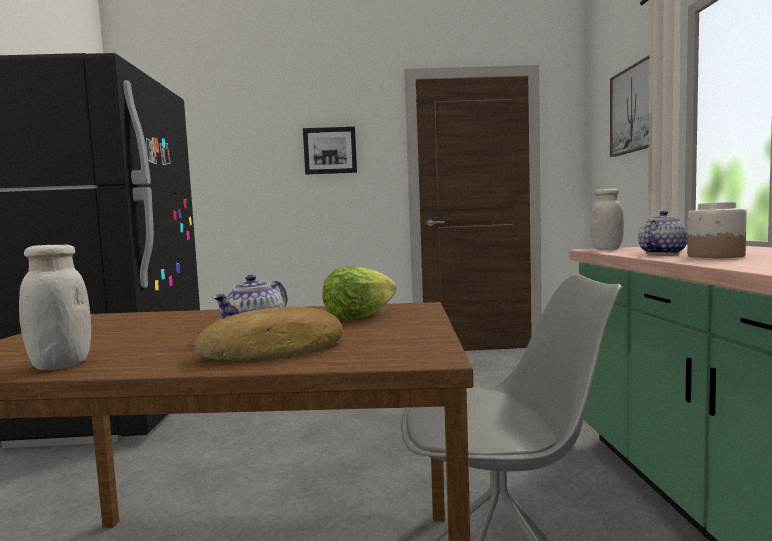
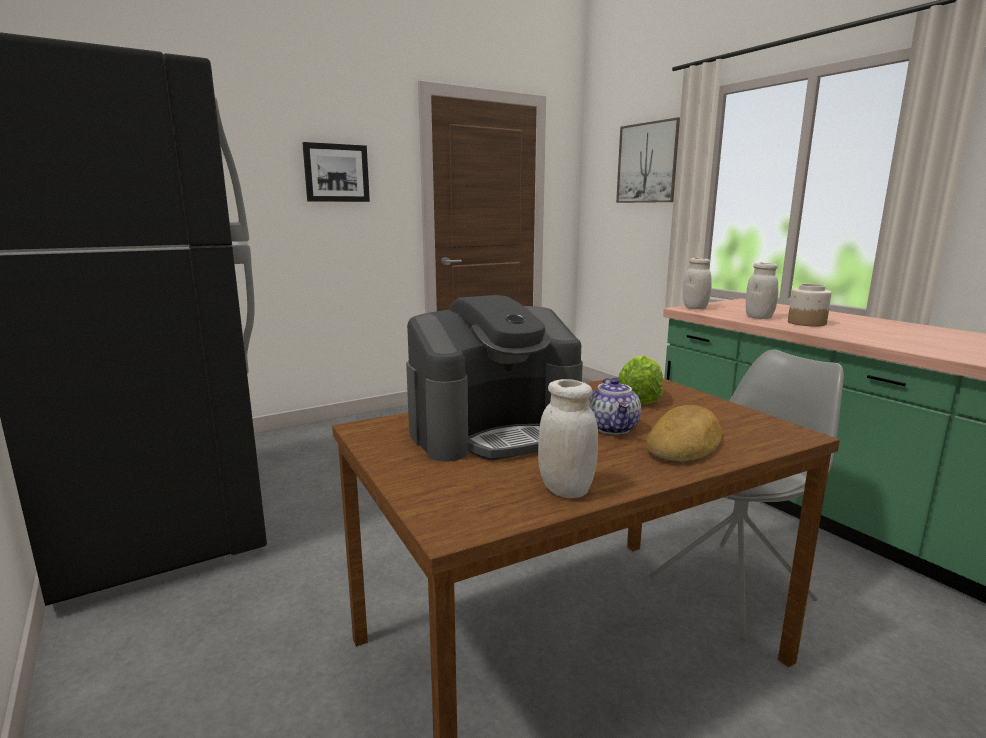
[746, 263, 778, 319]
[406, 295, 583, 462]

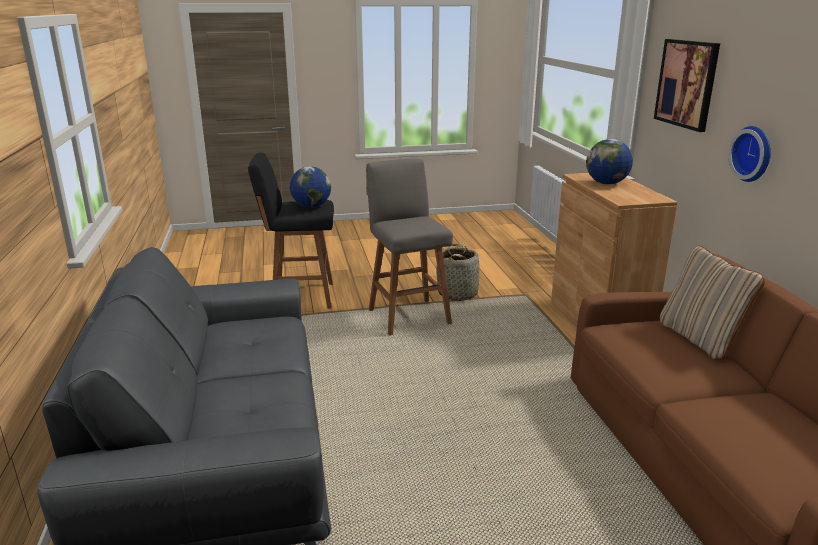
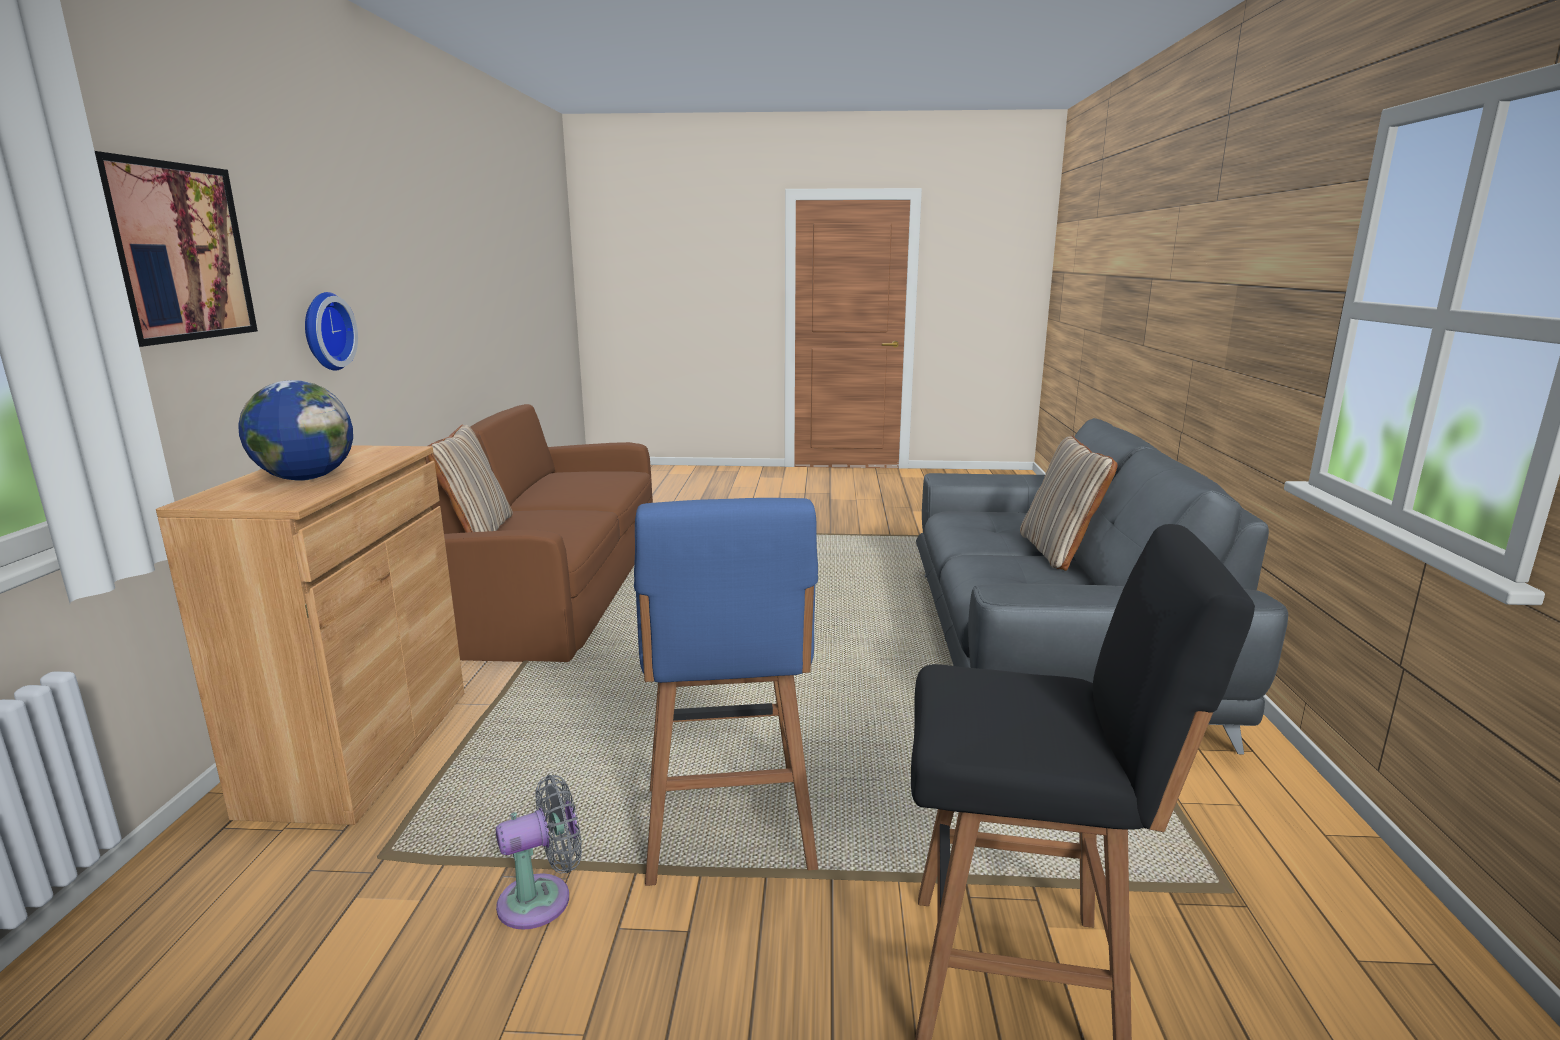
[290, 166, 331, 208] (first image)
[634, 498, 818, 886]
[496, 775, 582, 930]
[1020, 436, 1118, 571]

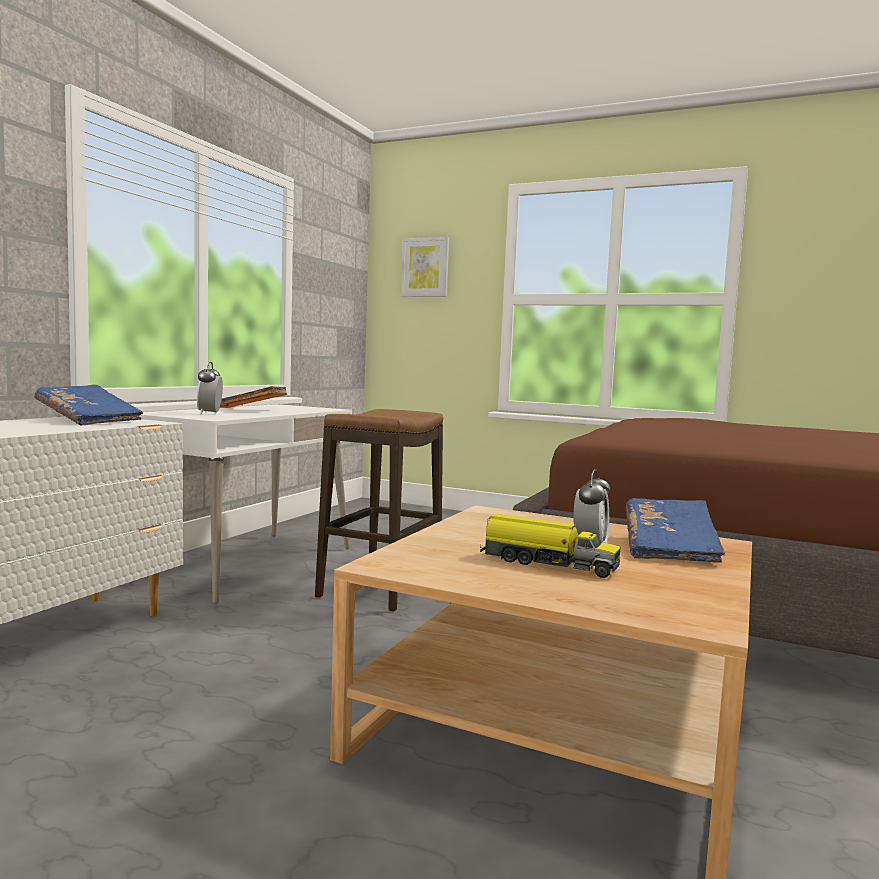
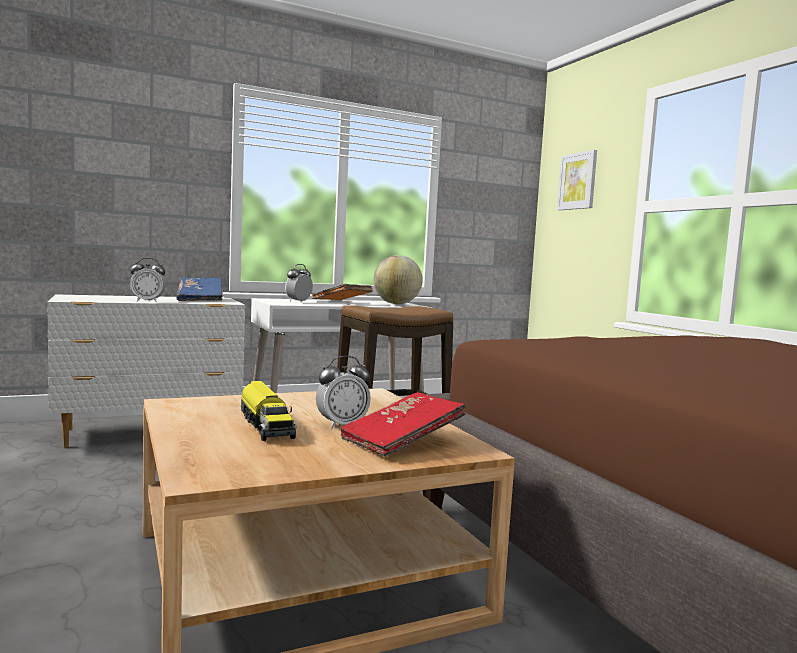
[341, 392, 466, 457]
[130, 258, 166, 302]
[373, 255, 423, 304]

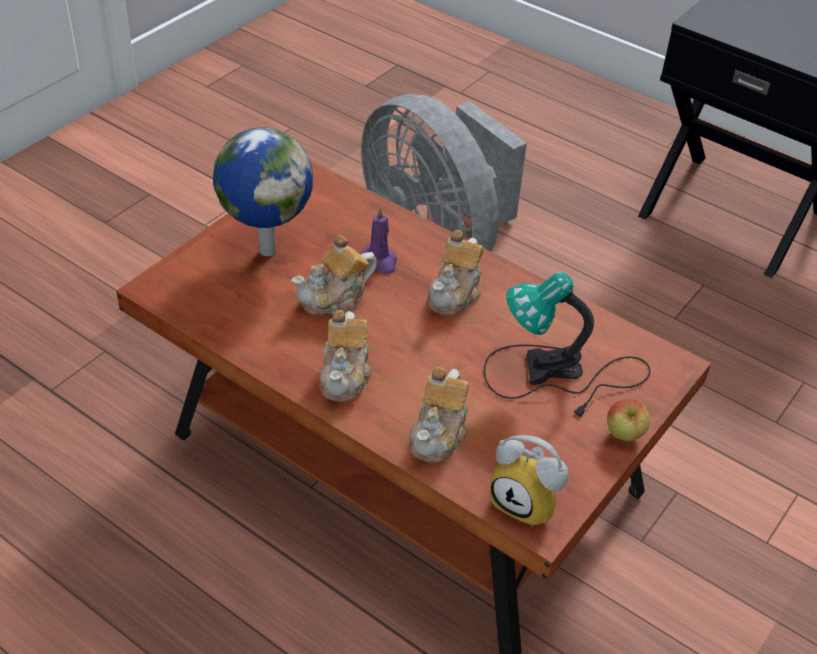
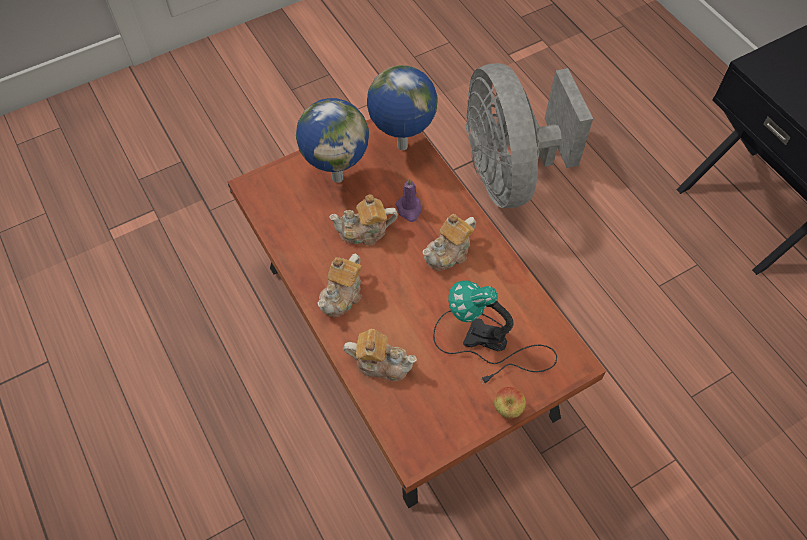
[343, 329, 417, 381]
[490, 435, 568, 527] (first image)
[367, 65, 438, 150]

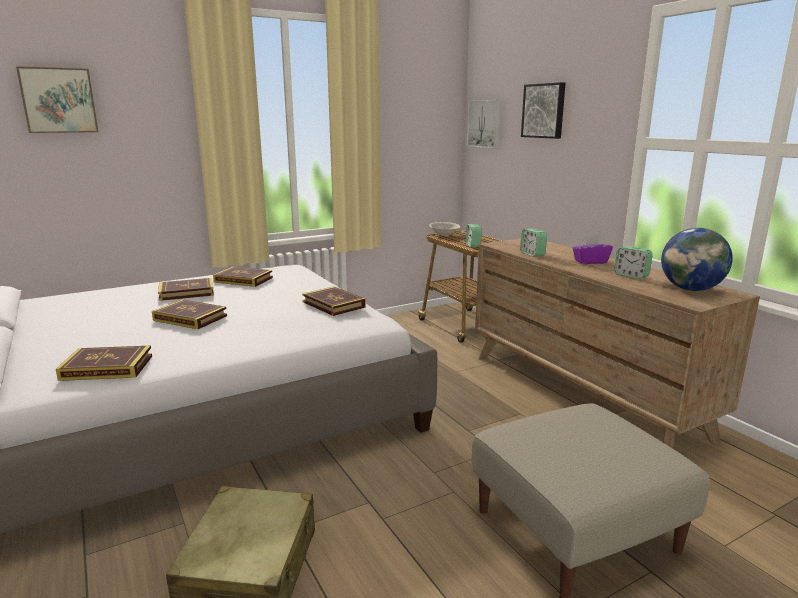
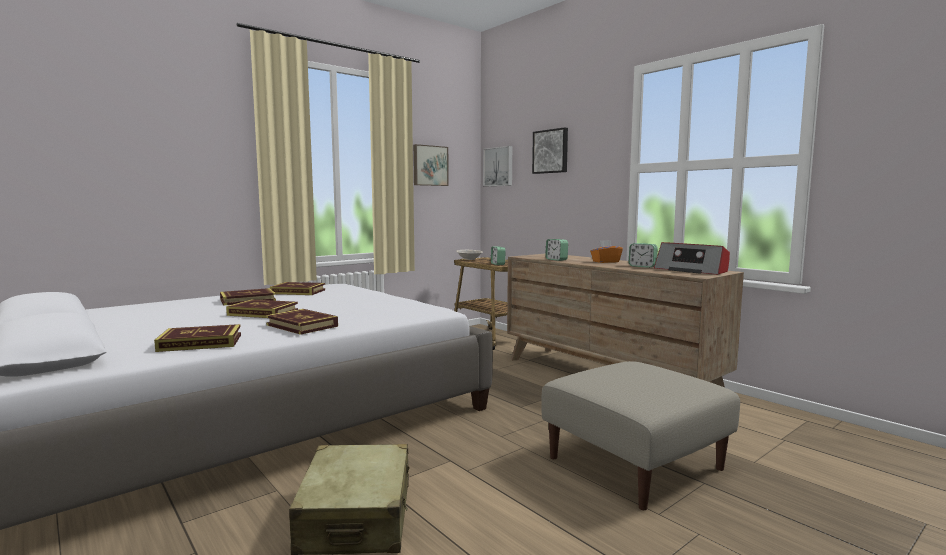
[413, 144, 449, 186]
[266, 309, 338, 335]
[590, 240, 623, 263]
[654, 242, 730, 275]

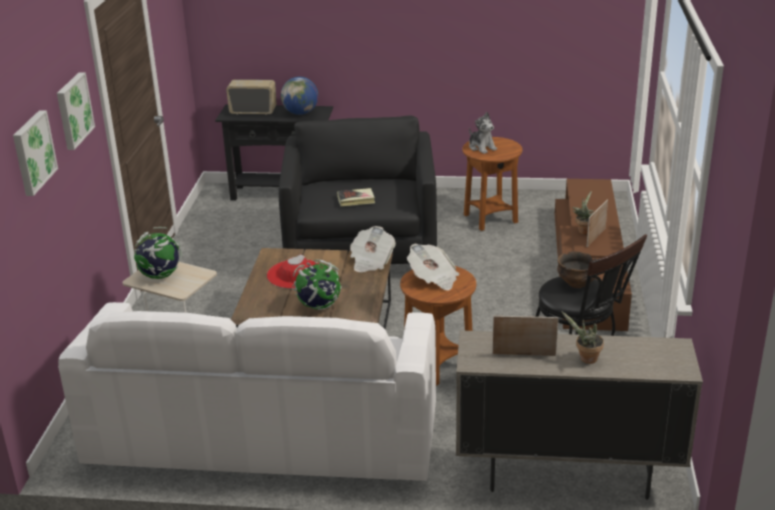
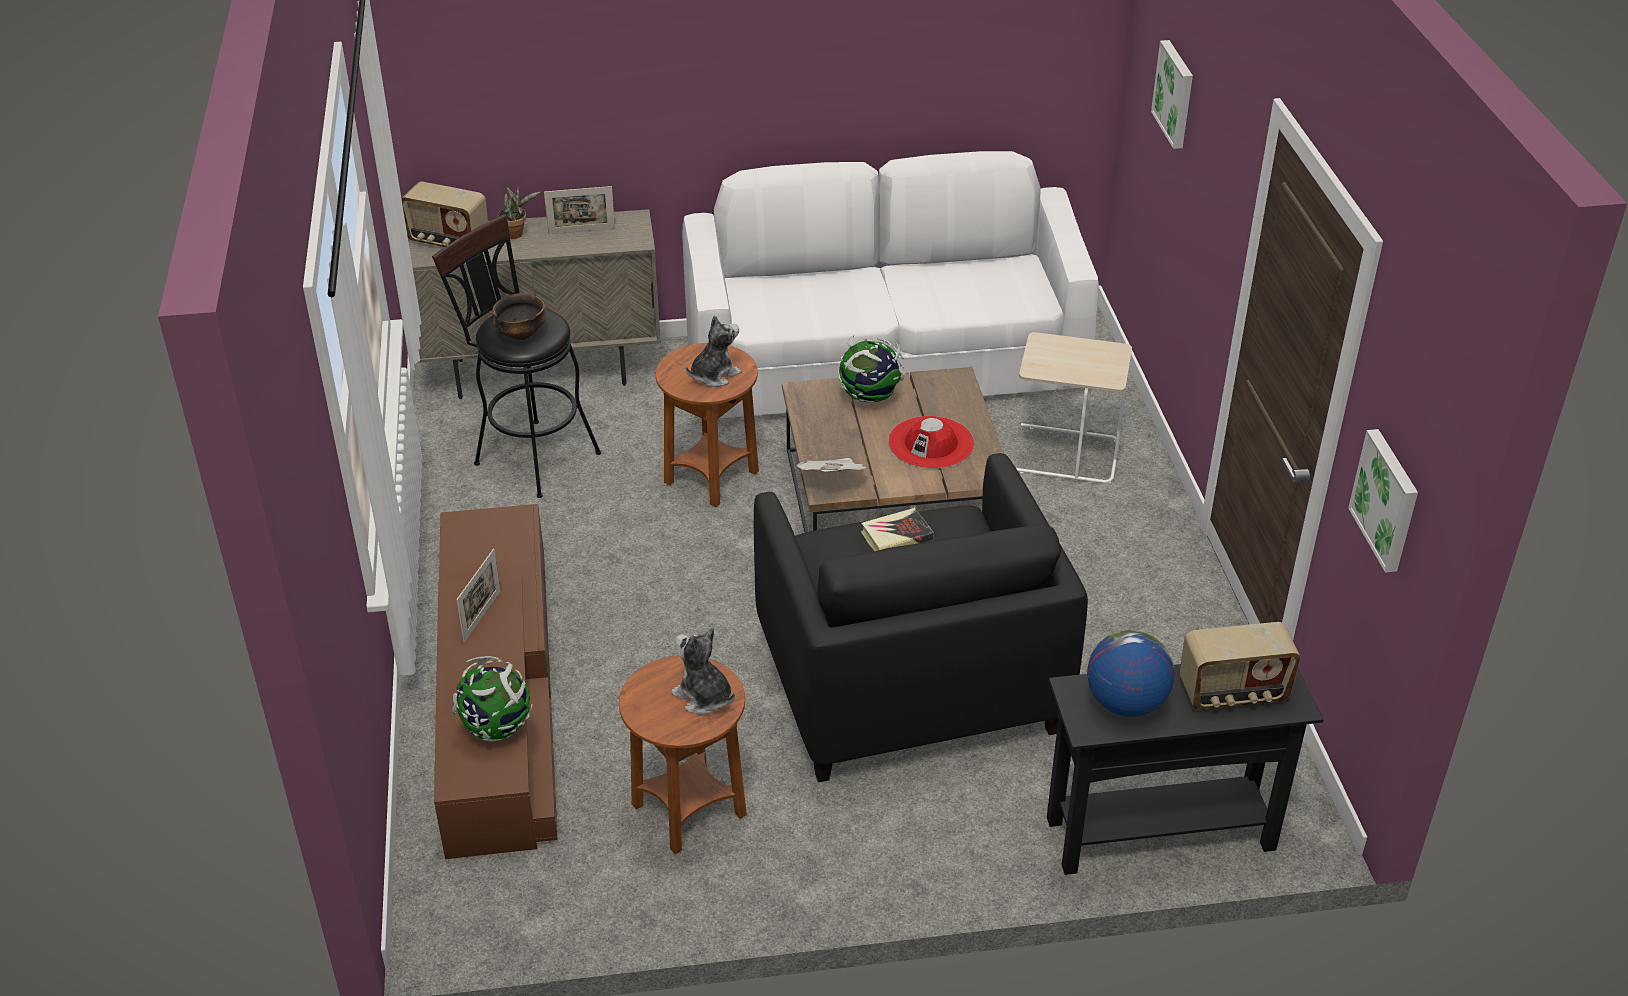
[1348, 429, 1418, 573]
[452, 656, 533, 741]
[686, 316, 741, 387]
[572, 191, 594, 235] (first image)
[401, 181, 488, 247]

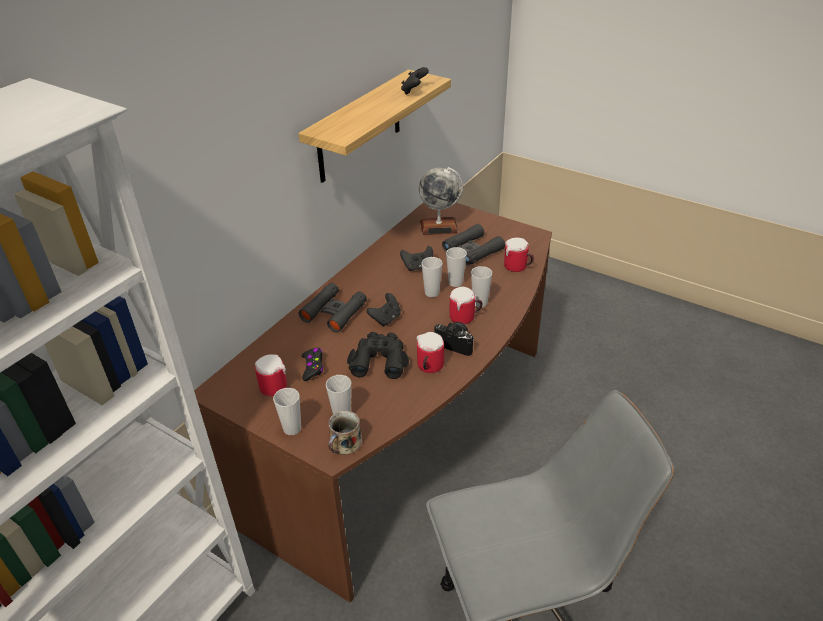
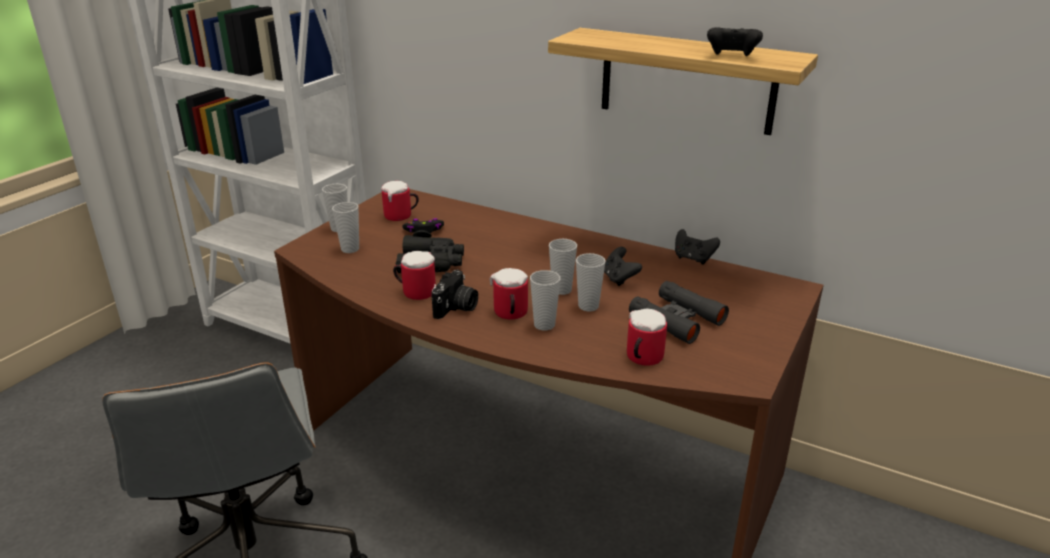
[299, 283, 367, 333] (first image)
[328, 411, 362, 455] (first image)
[675, 229, 720, 265]
[419, 167, 463, 235] (first image)

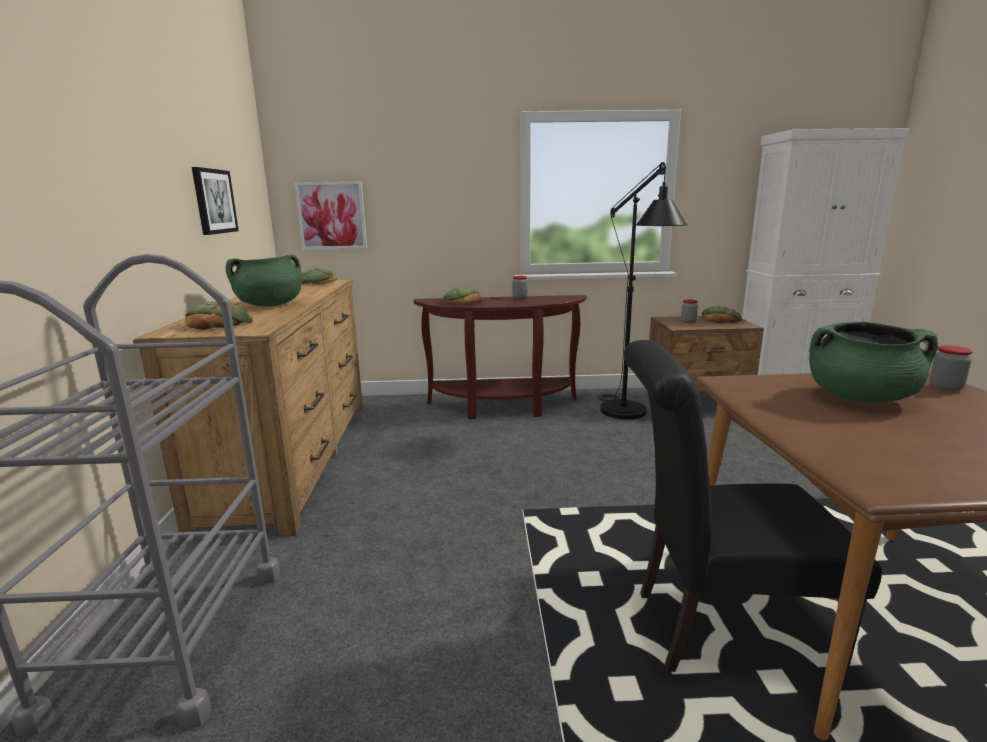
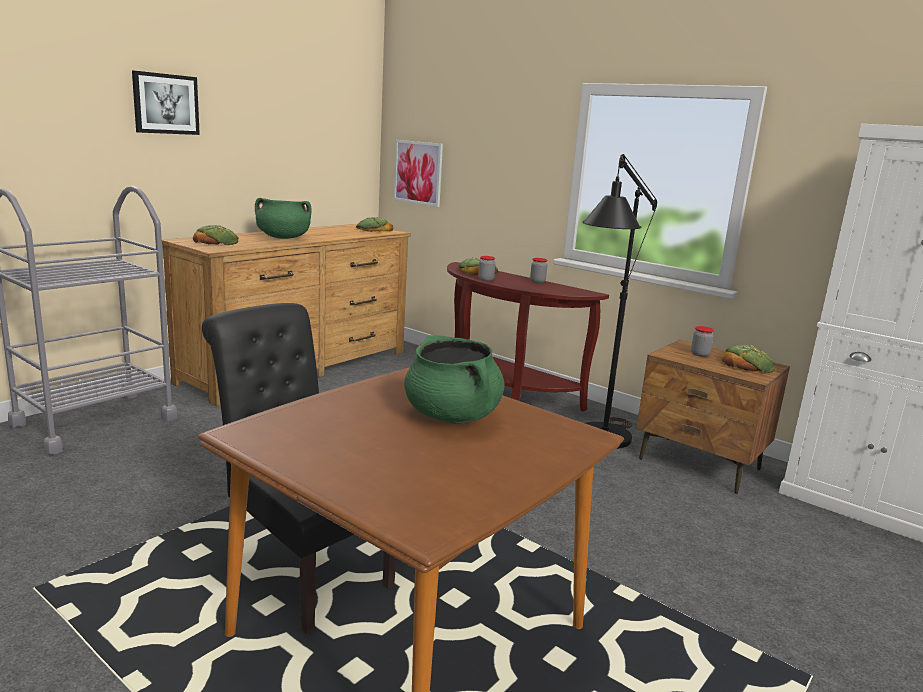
[132, 71, 200, 135]
[478, 256, 495, 281]

